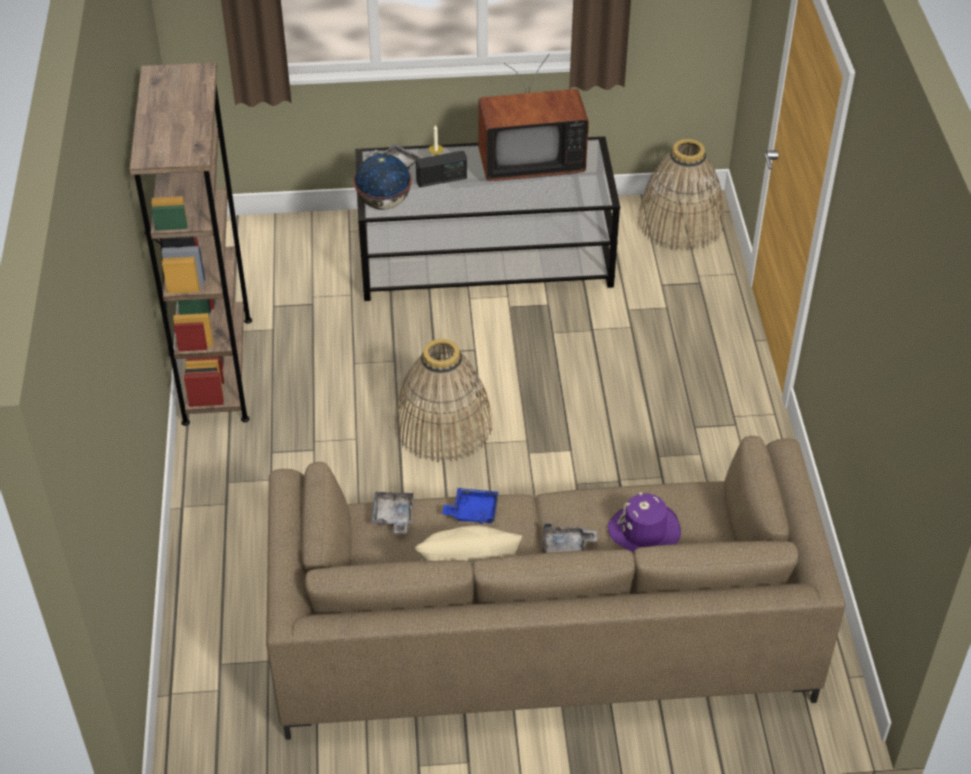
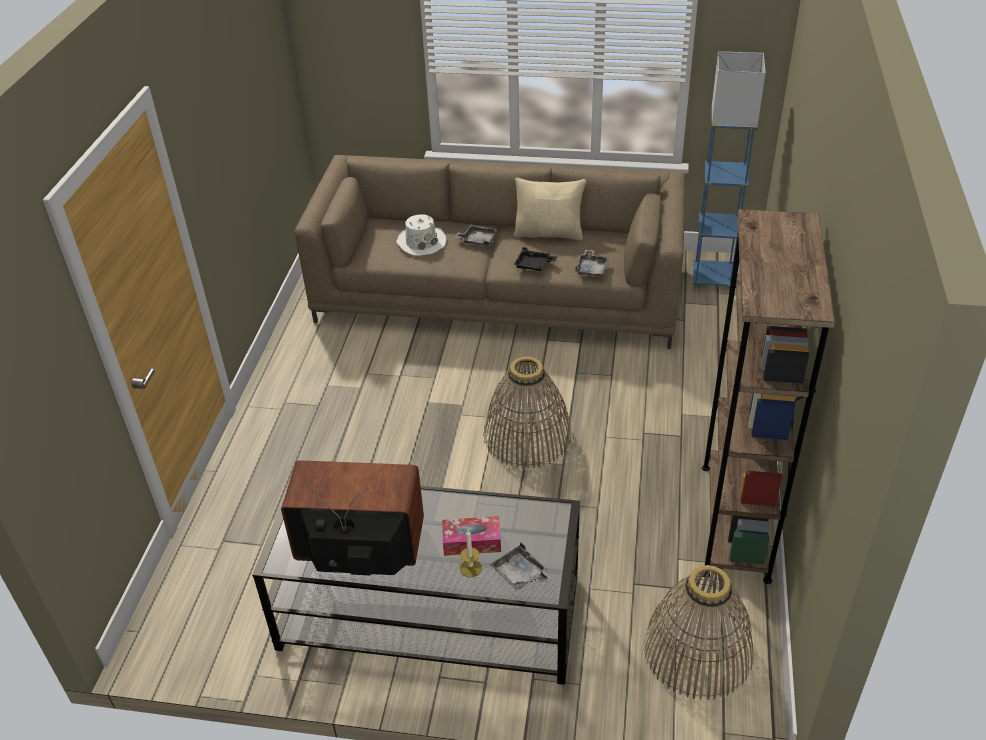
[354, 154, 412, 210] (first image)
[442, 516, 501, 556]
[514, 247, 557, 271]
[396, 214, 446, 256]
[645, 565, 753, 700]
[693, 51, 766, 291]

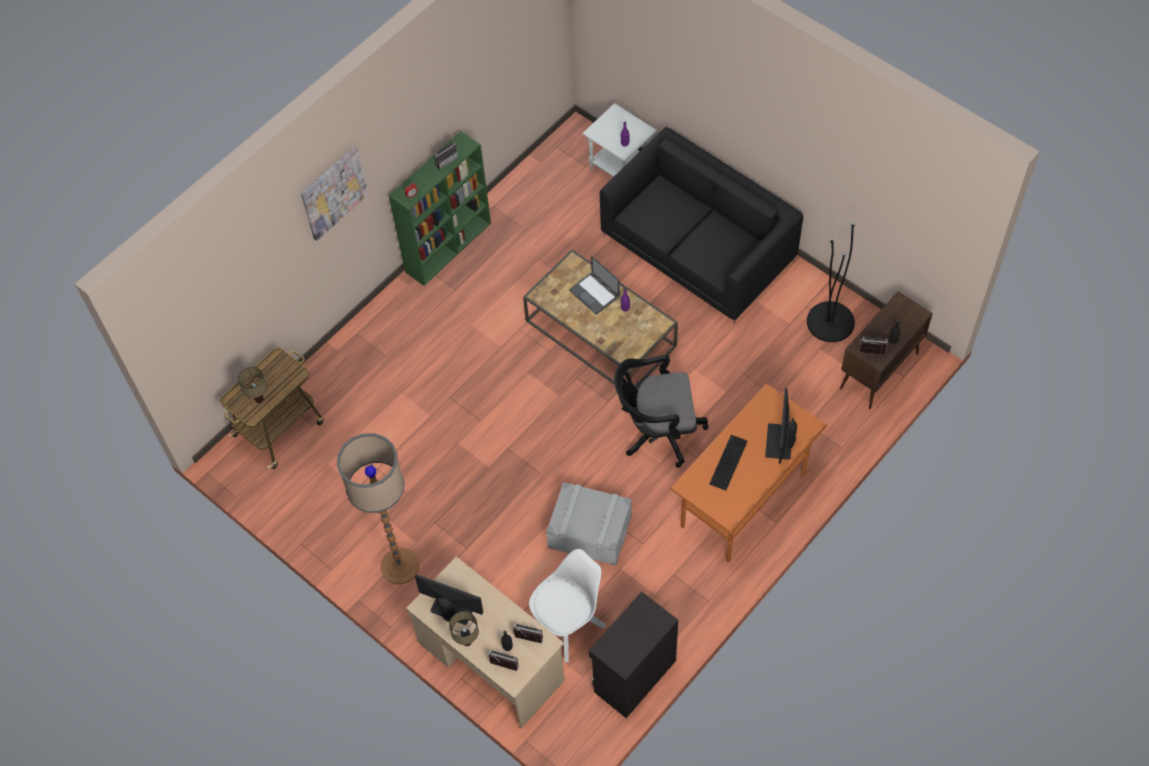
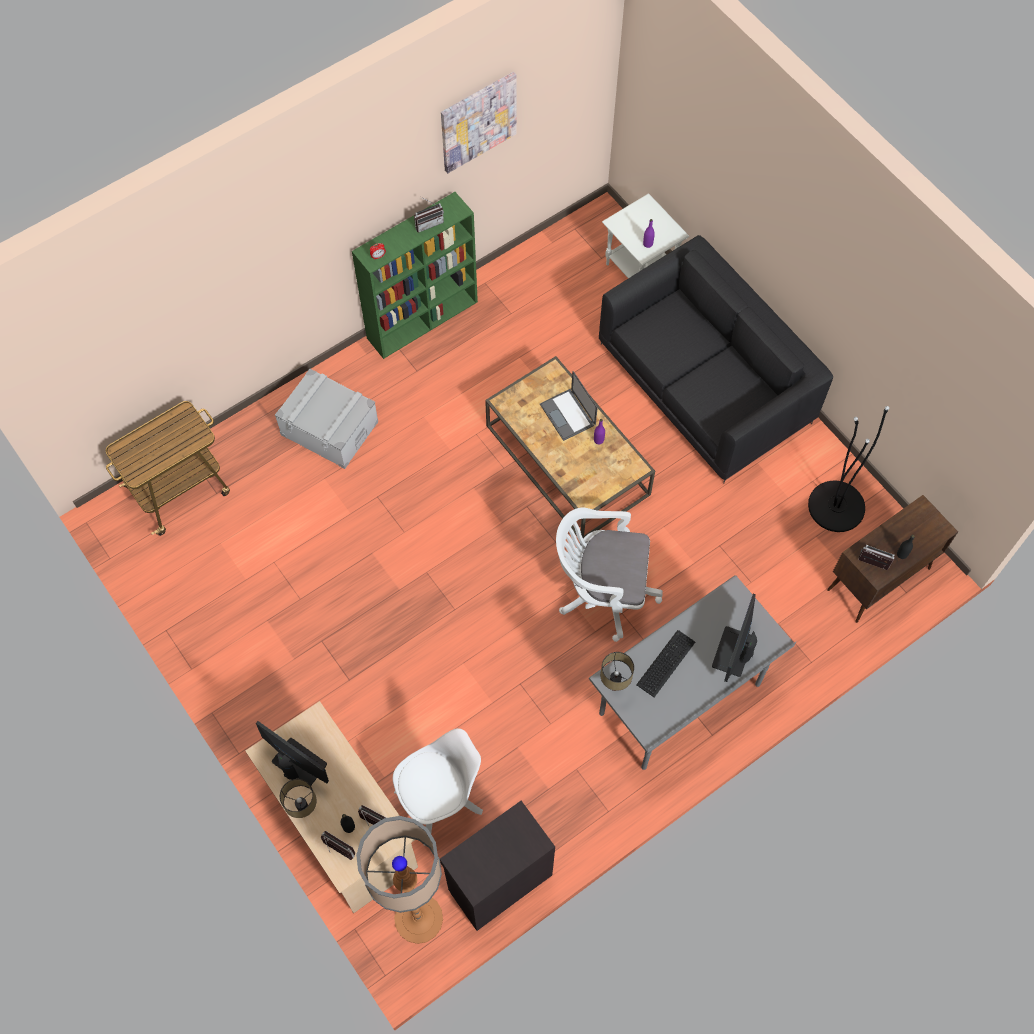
[600, 652, 634, 691]
[441, 72, 516, 173]
[356, 816, 443, 944]
[275, 369, 378, 469]
[556, 507, 663, 642]
[589, 575, 796, 770]

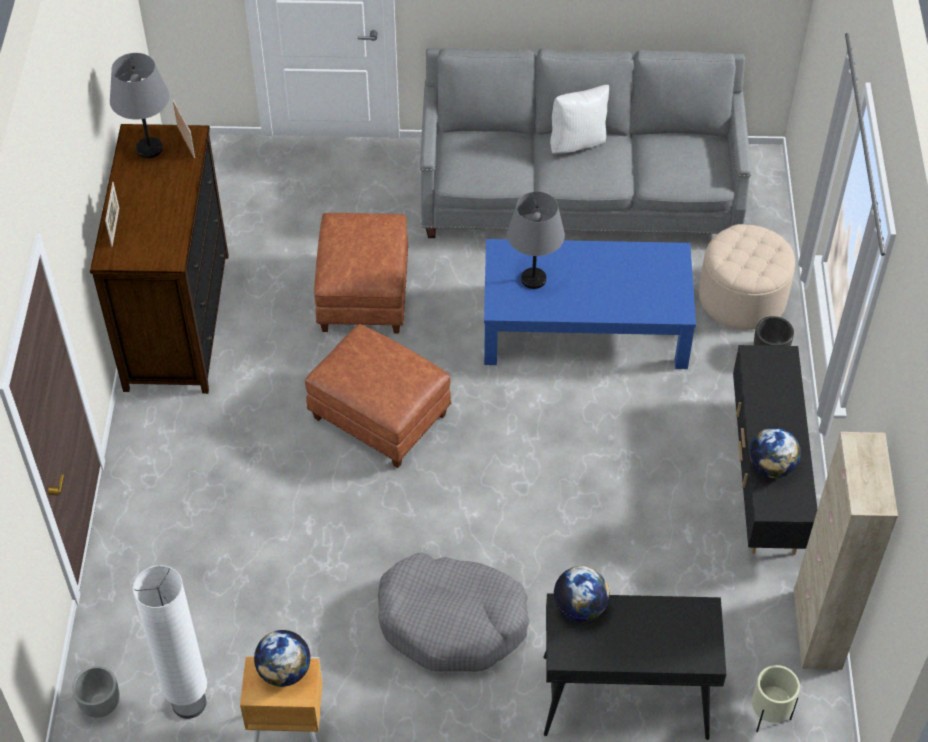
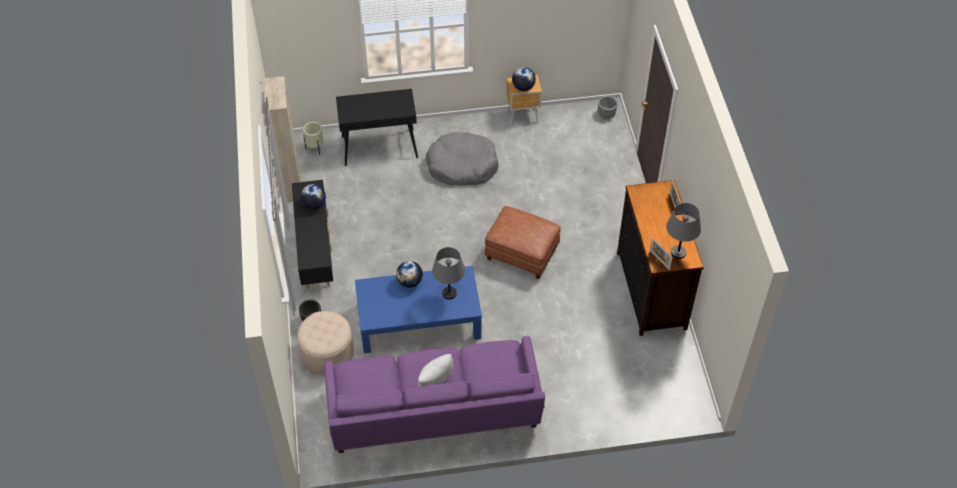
[132, 565, 207, 719] (first image)
[314, 213, 409, 334] (first image)
[324, 336, 545, 453]
[396, 261, 423, 288]

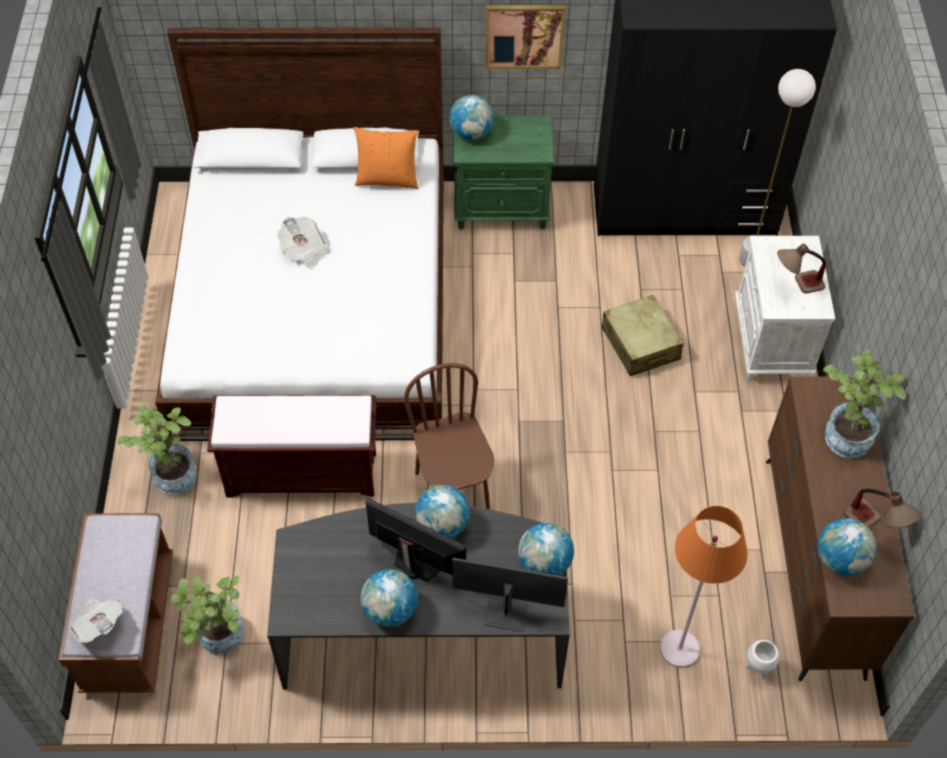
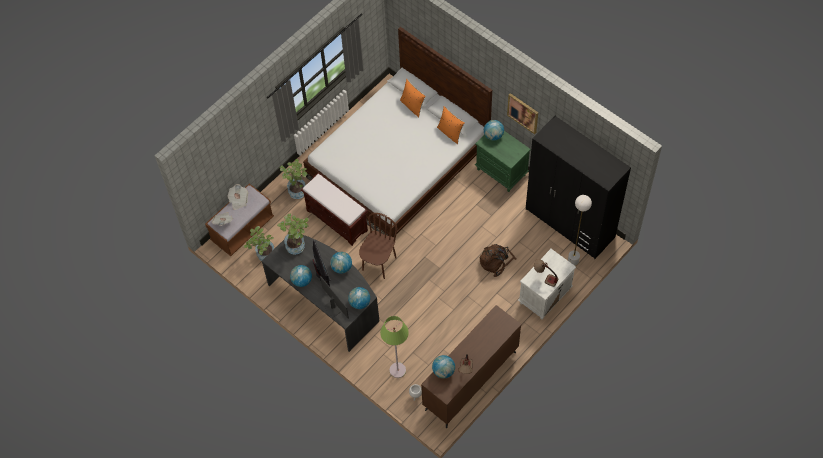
[227, 184, 248, 210]
[479, 244, 516, 277]
[380, 316, 409, 378]
[277, 213, 309, 255]
[400, 79, 426, 117]

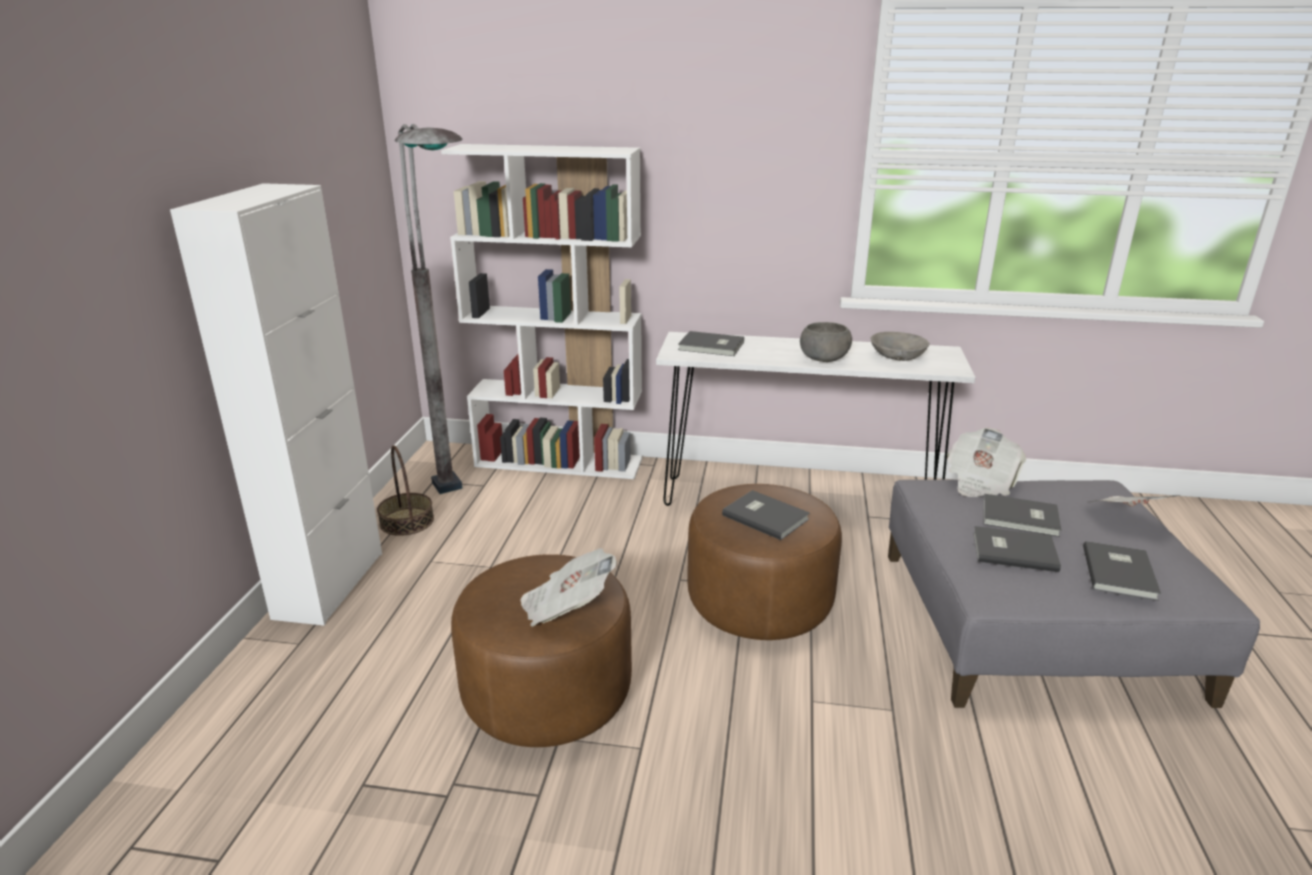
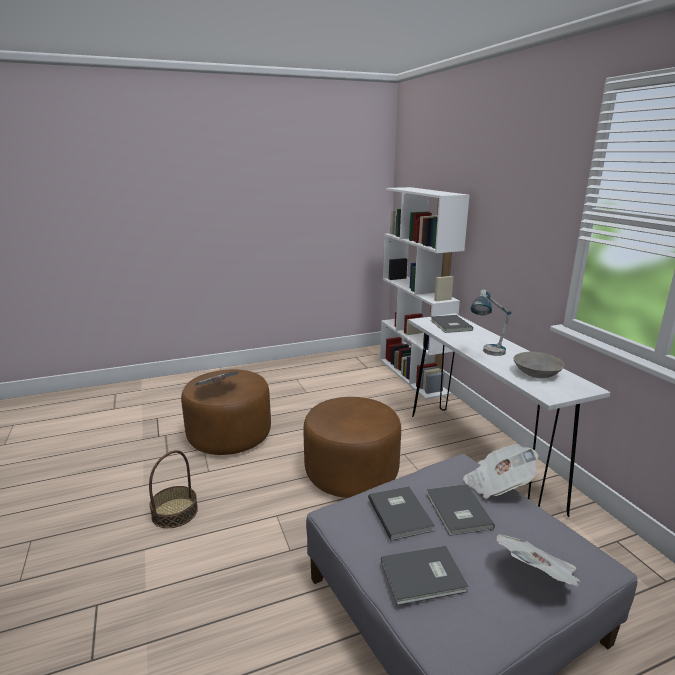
[170, 183, 382, 626] (first image)
[149, 450, 198, 528]
[395, 124, 463, 494] (first image)
[722, 490, 810, 540] (first image)
[470, 289, 511, 356]

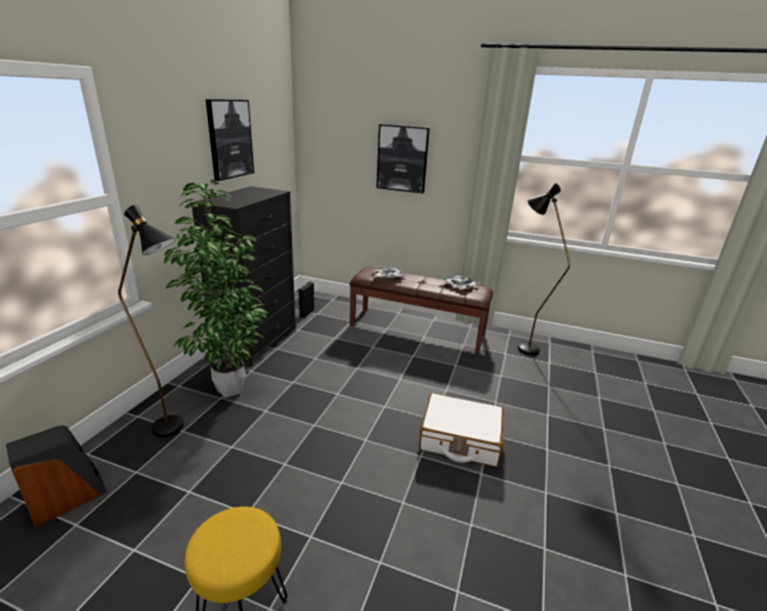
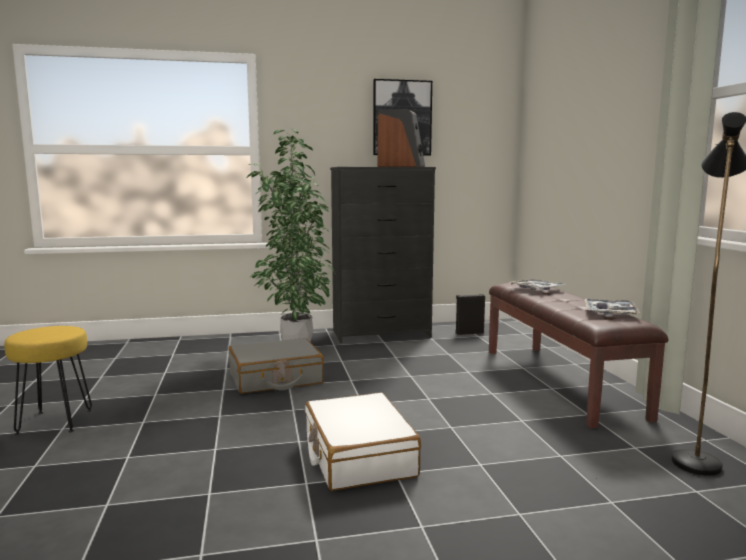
[377, 109, 425, 167]
[118, 205, 184, 437] (first image)
[377, 124, 430, 193] (first image)
[228, 338, 324, 394]

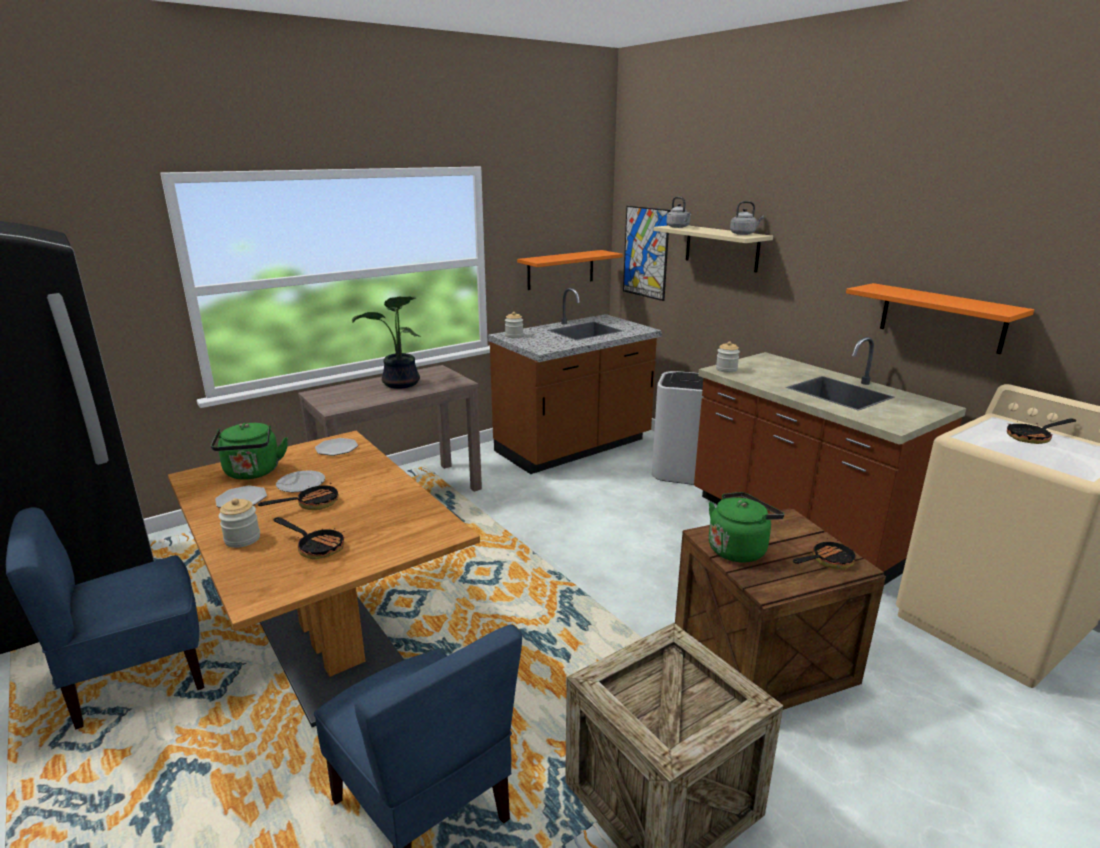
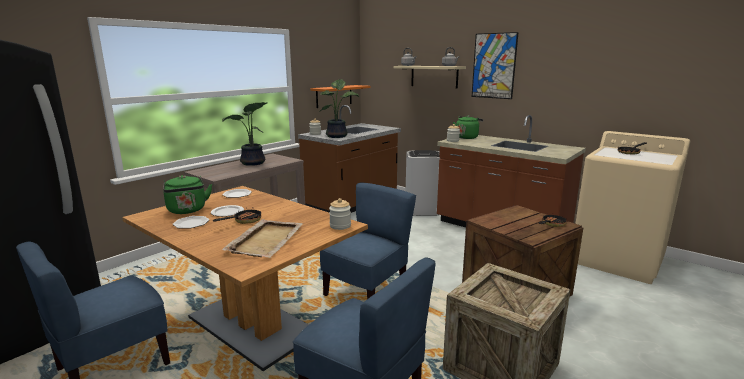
[329, 198, 351, 230]
[222, 219, 303, 258]
[472, 32, 519, 99]
[453, 115, 483, 139]
[846, 283, 1034, 354] (first image)
[319, 79, 359, 138]
[320, 183, 416, 299]

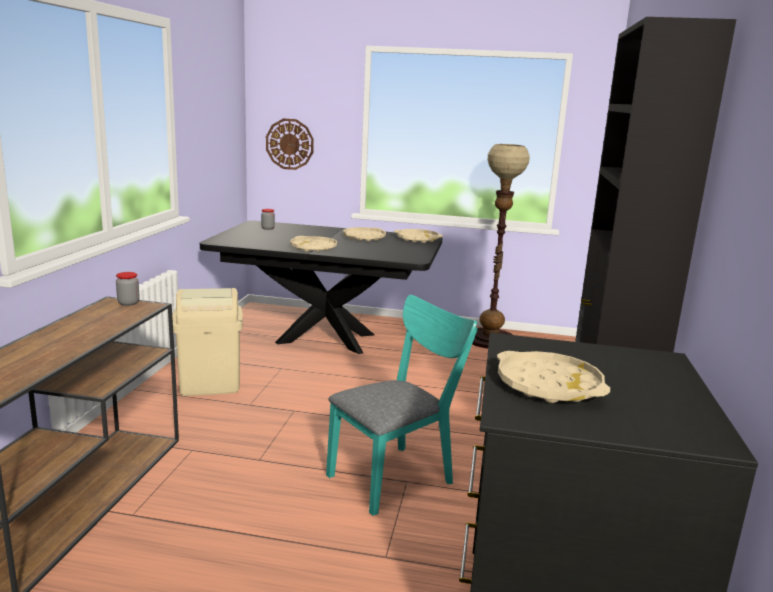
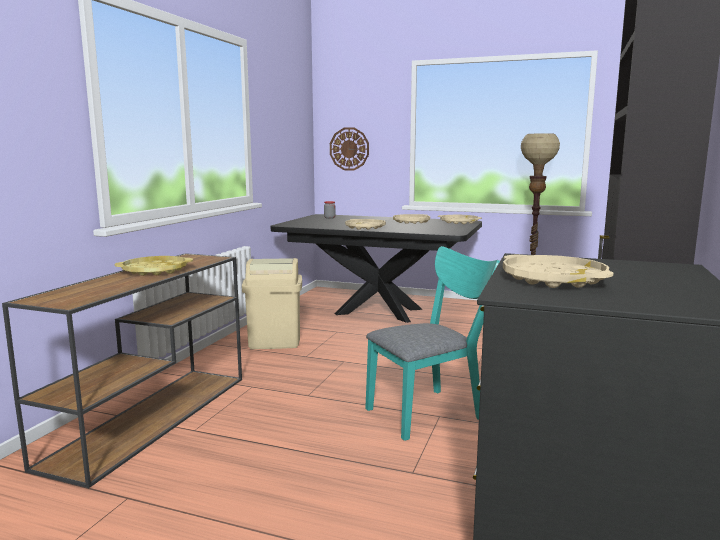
[116, 272, 140, 306] (first image)
[114, 256, 193, 276]

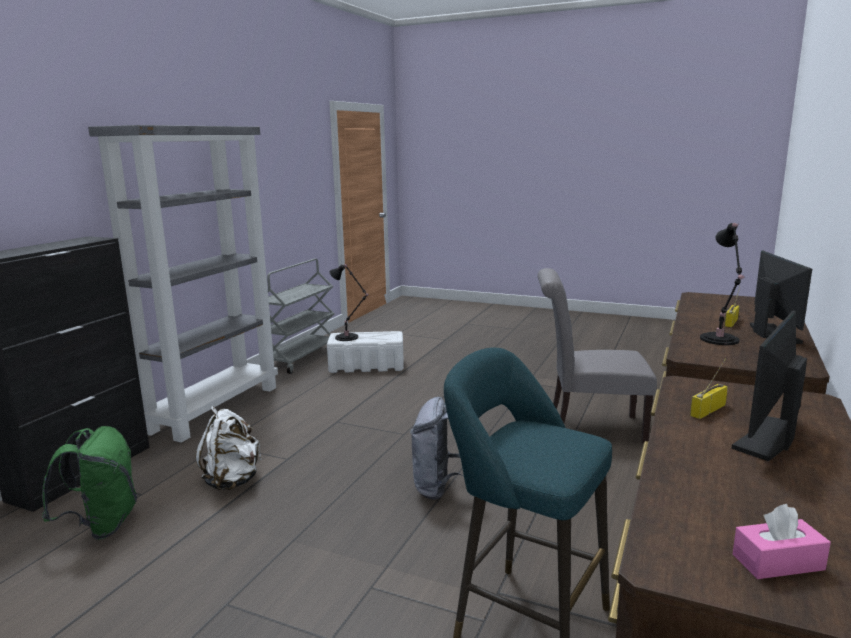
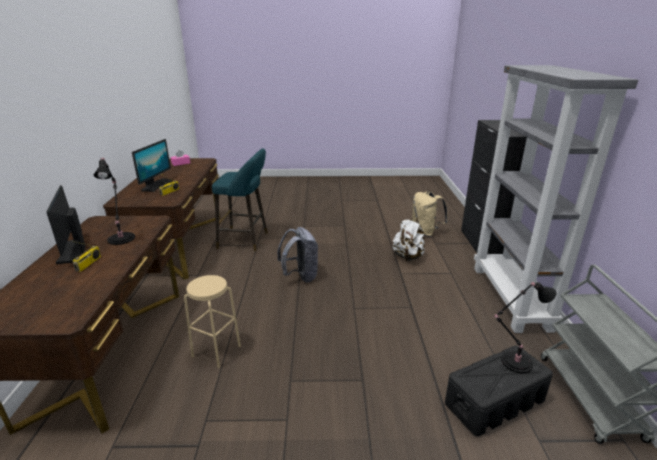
[412, 191, 448, 237]
[445, 346, 553, 436]
[184, 275, 241, 368]

